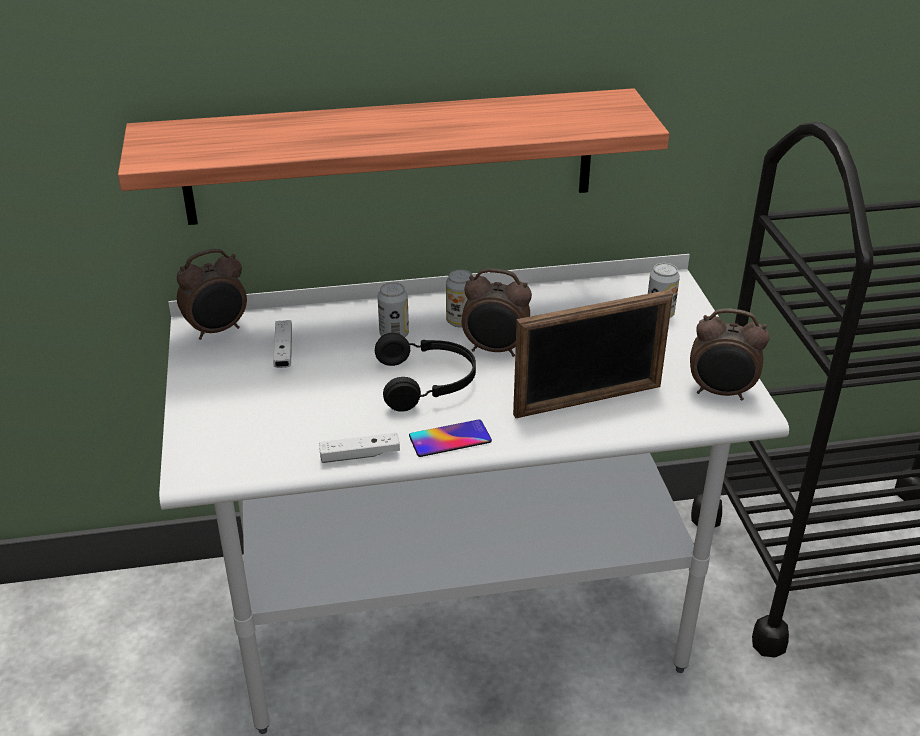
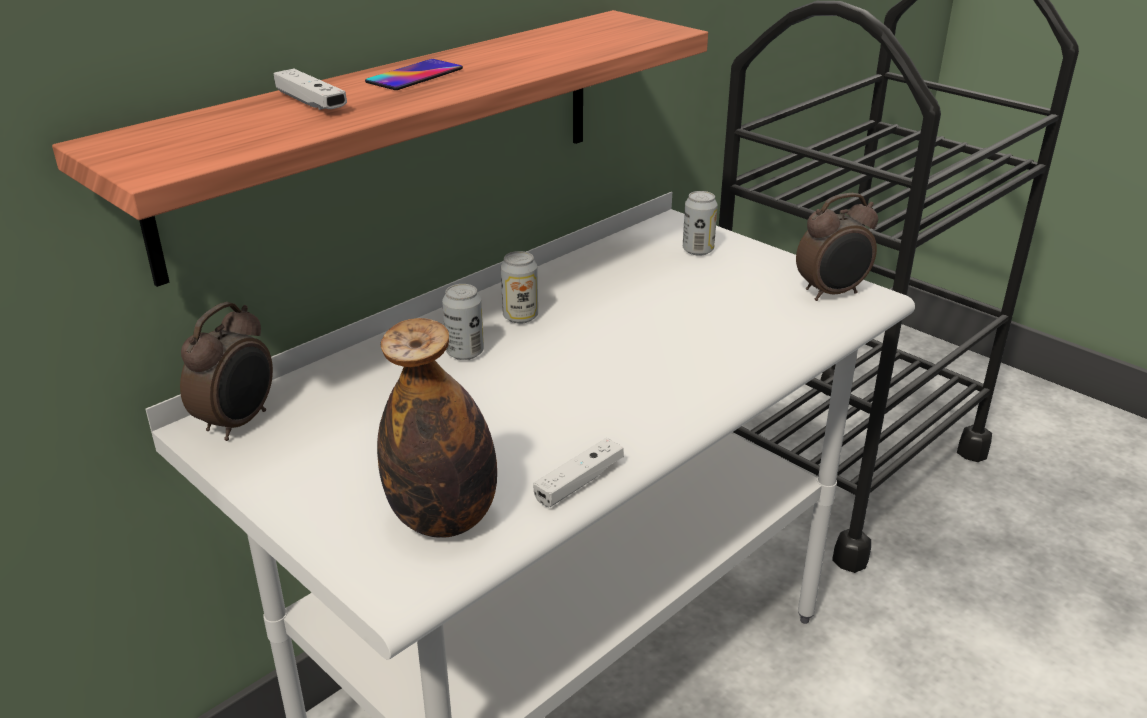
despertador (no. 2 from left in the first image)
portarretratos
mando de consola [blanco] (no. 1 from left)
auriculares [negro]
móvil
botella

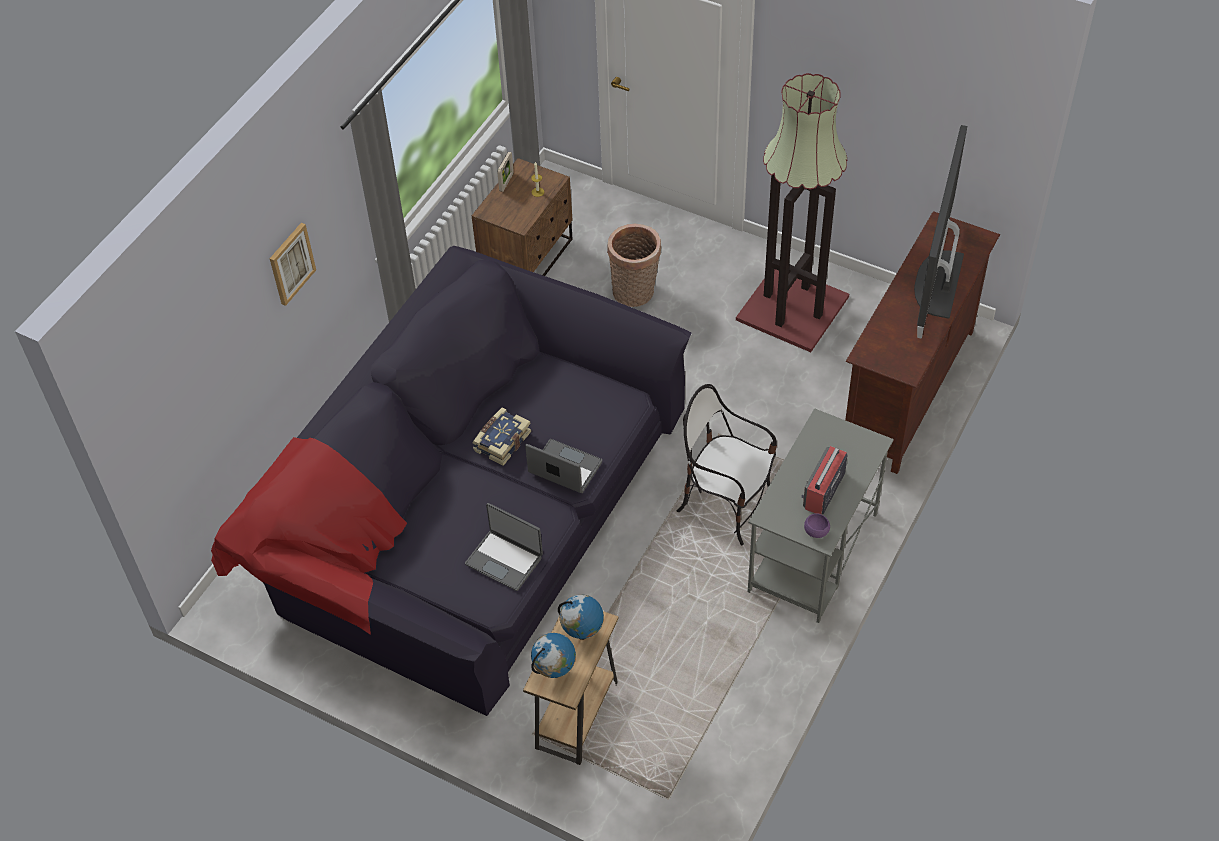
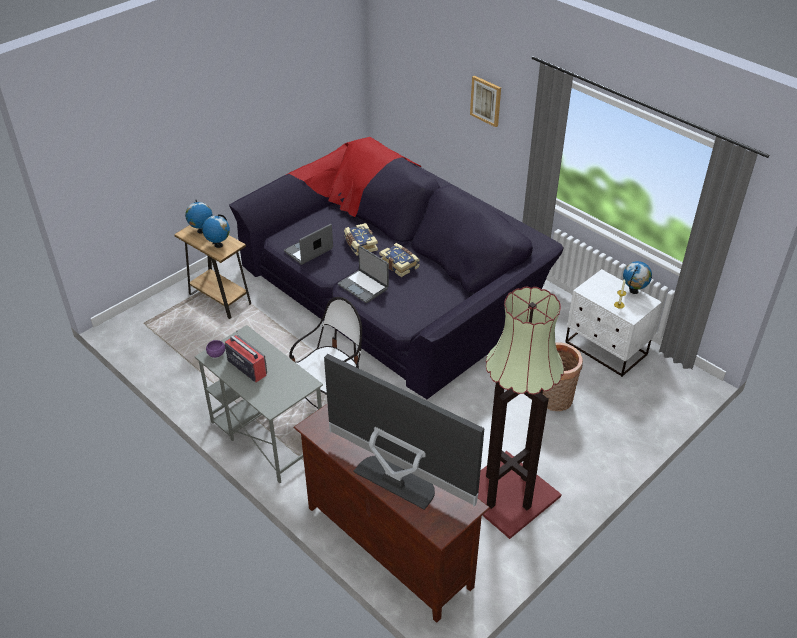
globo terráqueo (no. 3 from left)
mesita de noche [blanco]
portátil (no. 2 from left)
libro (no. 1 from left)

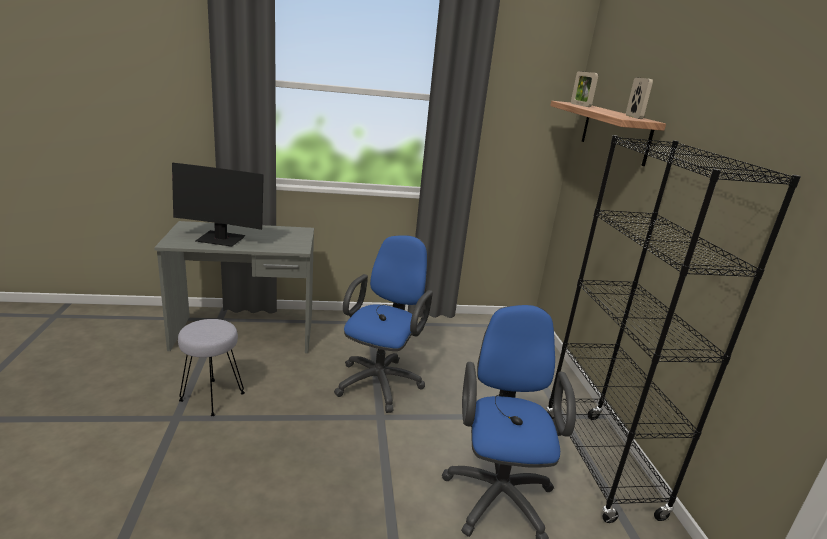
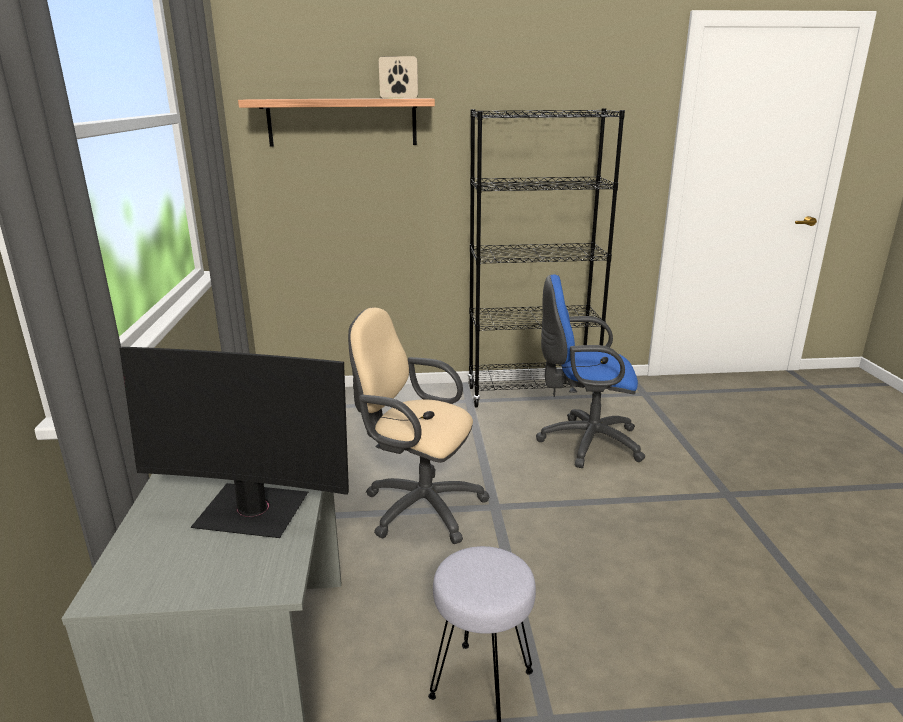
portarretratos (no. 1 from left in the first image)
monitor
silla de oficina [beis]

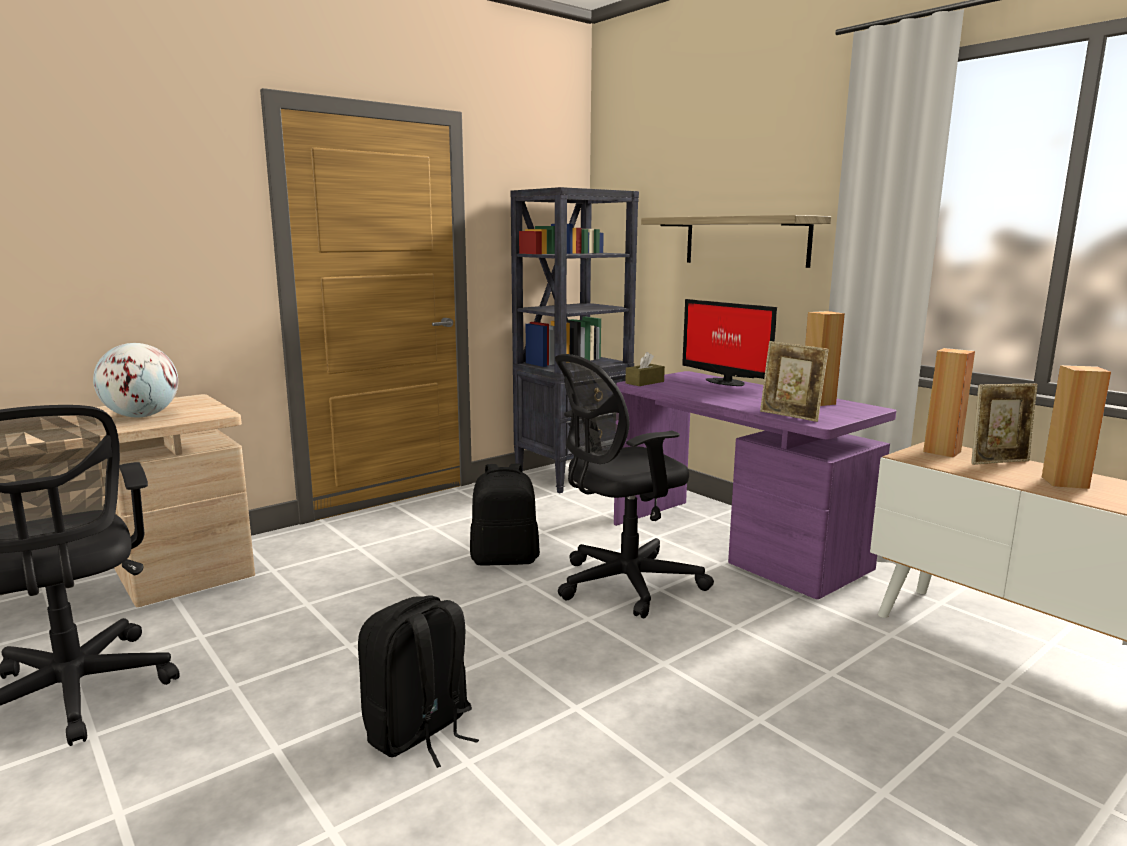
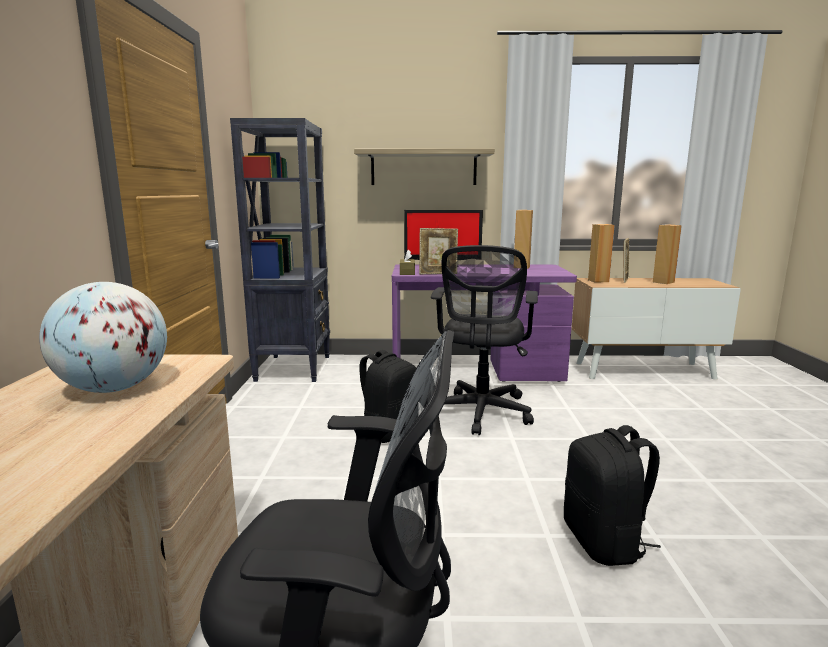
portarretratos (no. 1 from left)

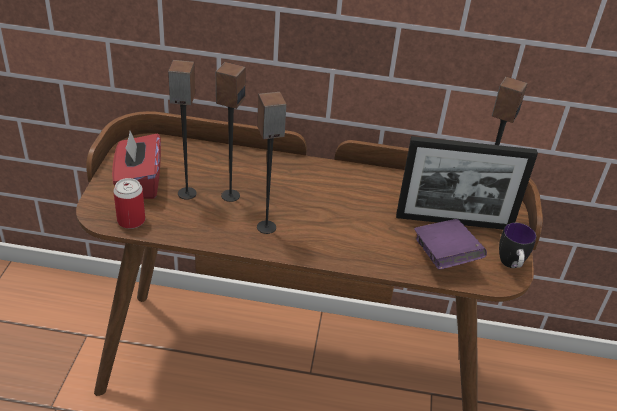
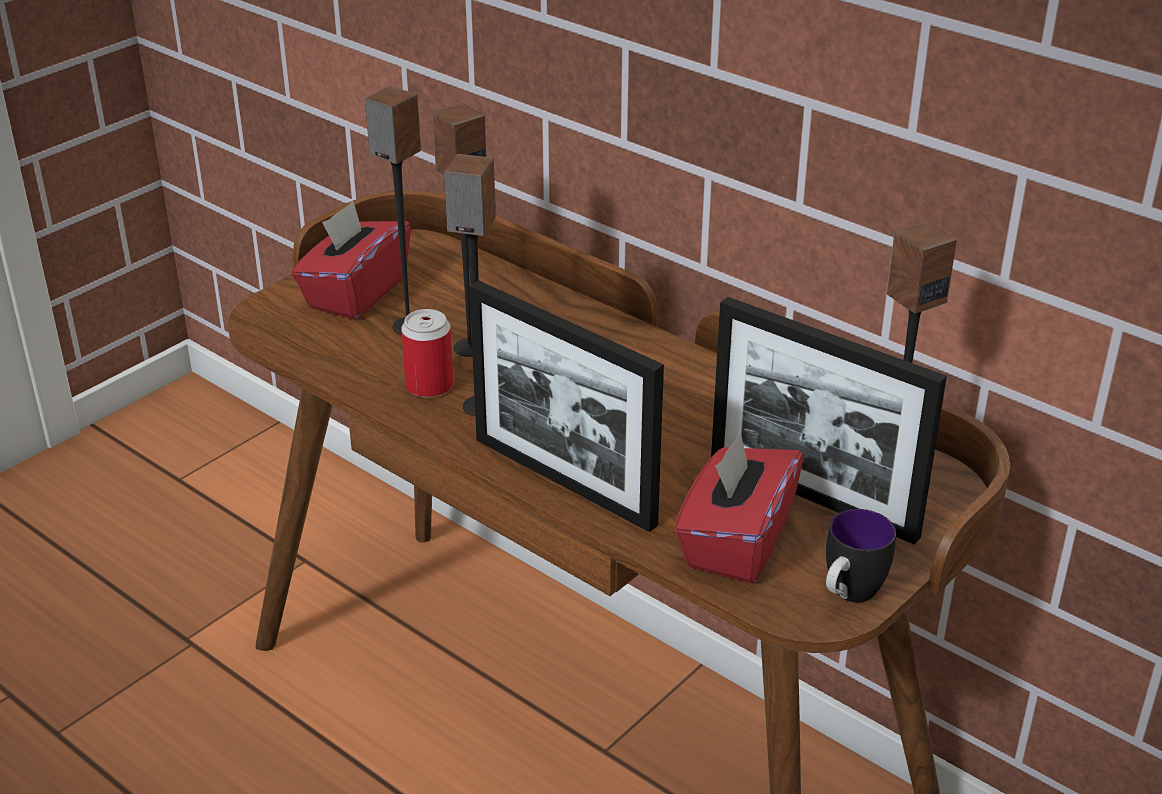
lata
caja de pañuelos [rojo] (no. 2 from left)
portarretratos (no. 1 from left)

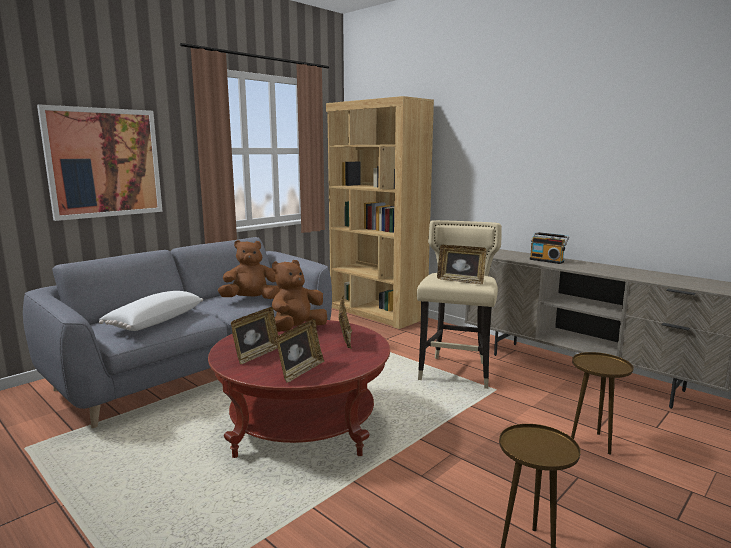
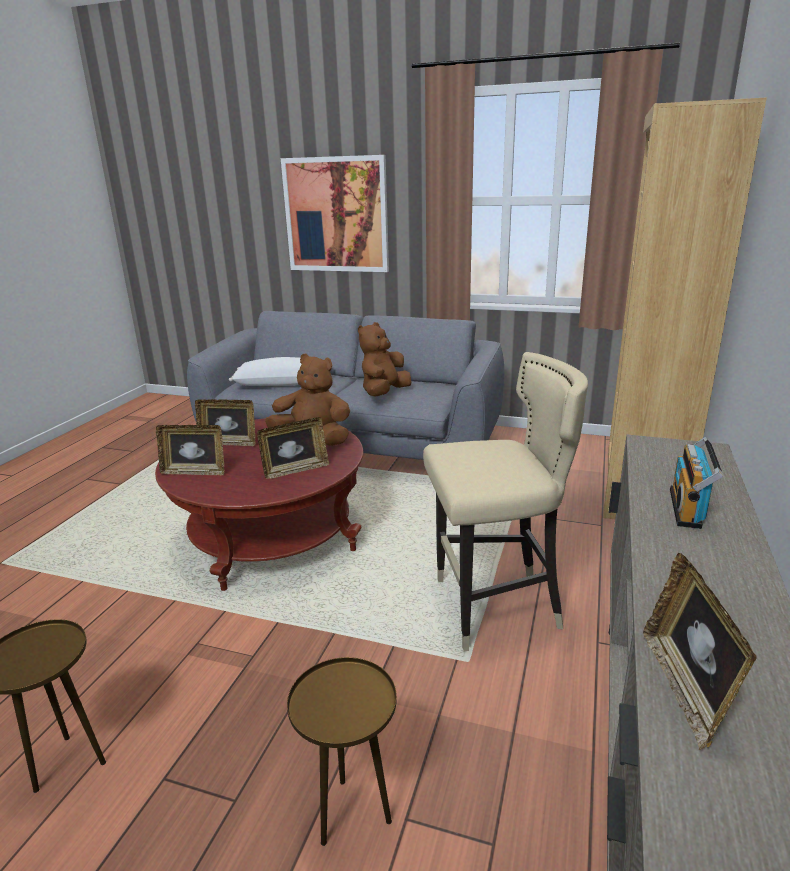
peluche [marrón] (no. 2 from left)
portarretratos (no. 4 from left)

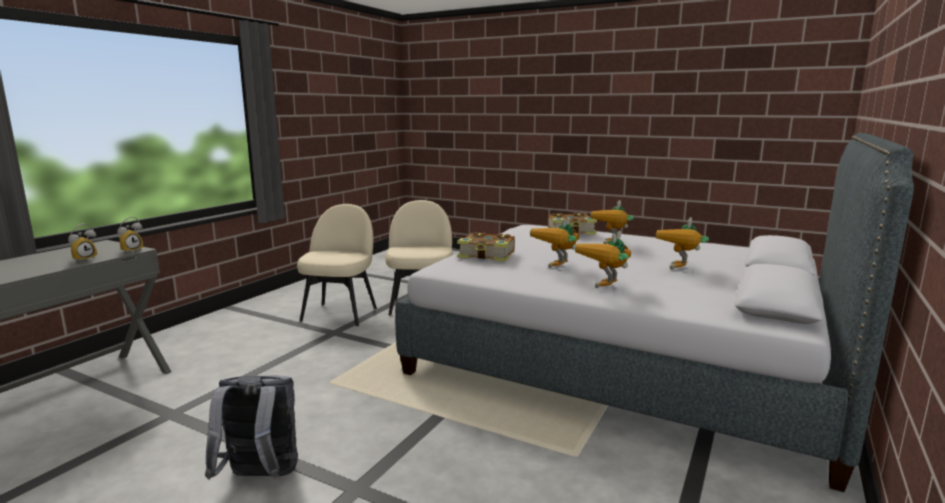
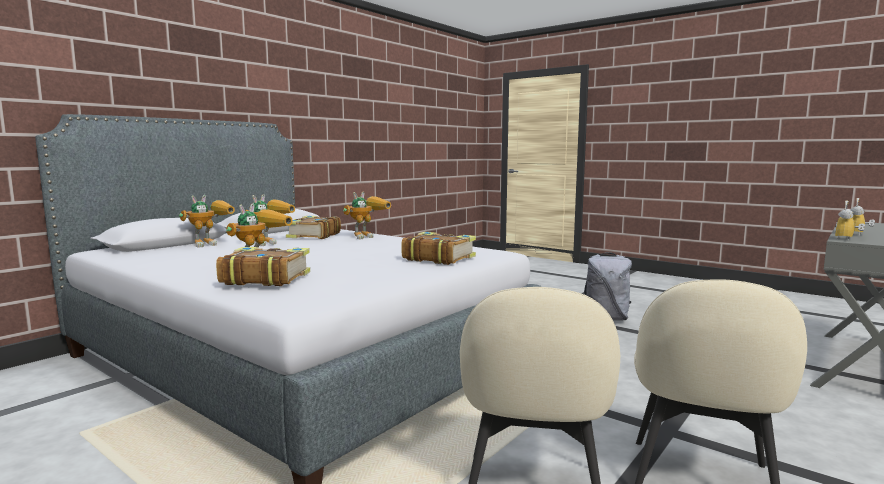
robot de juguete (no. 1 from left)
libro (no. 2 from left)

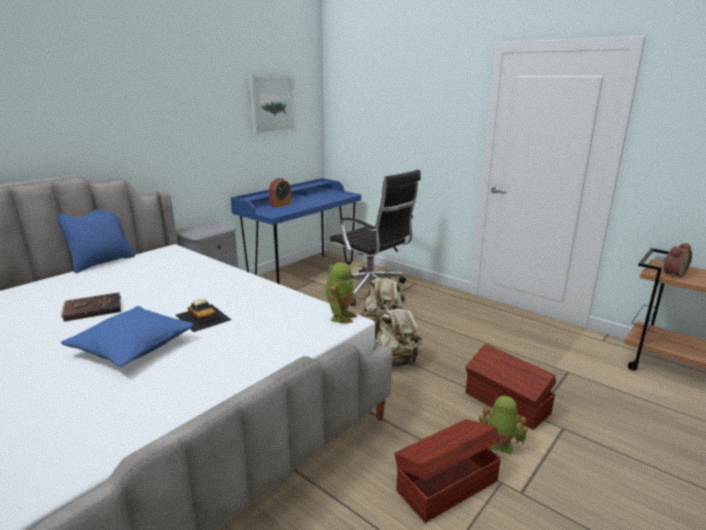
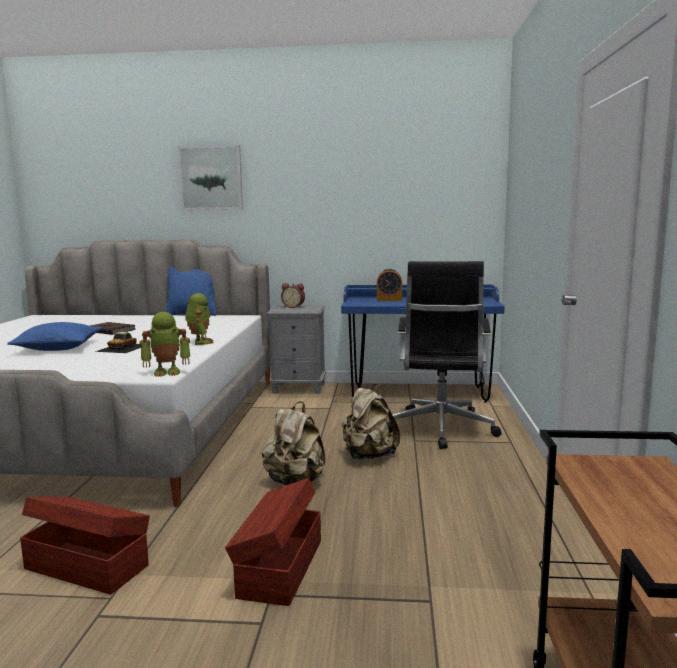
cuadro
despertador (no. 1 from left)
robot de juguete (no. 2 from left)

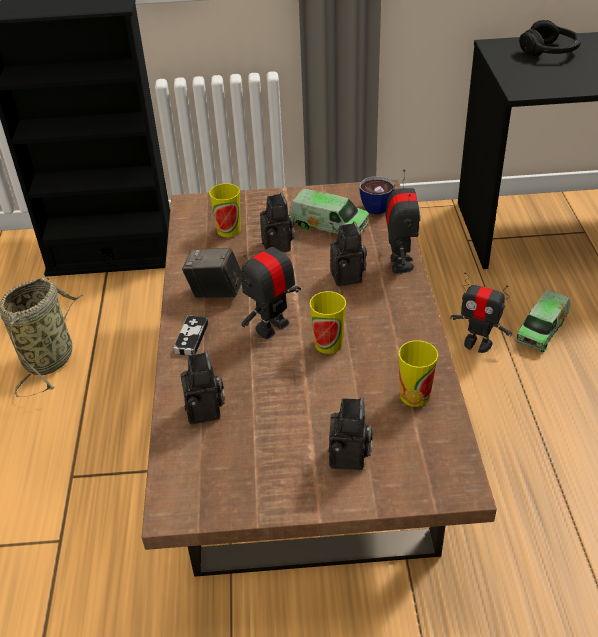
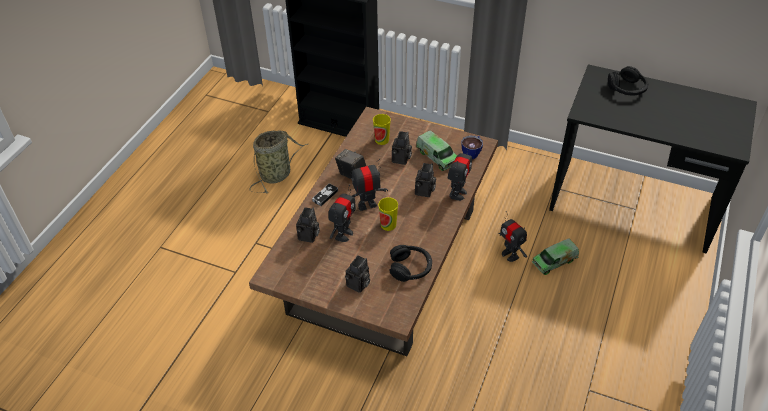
auriculares [negro] (no. 1 from left)
robot de juguete (no. 1 from left)

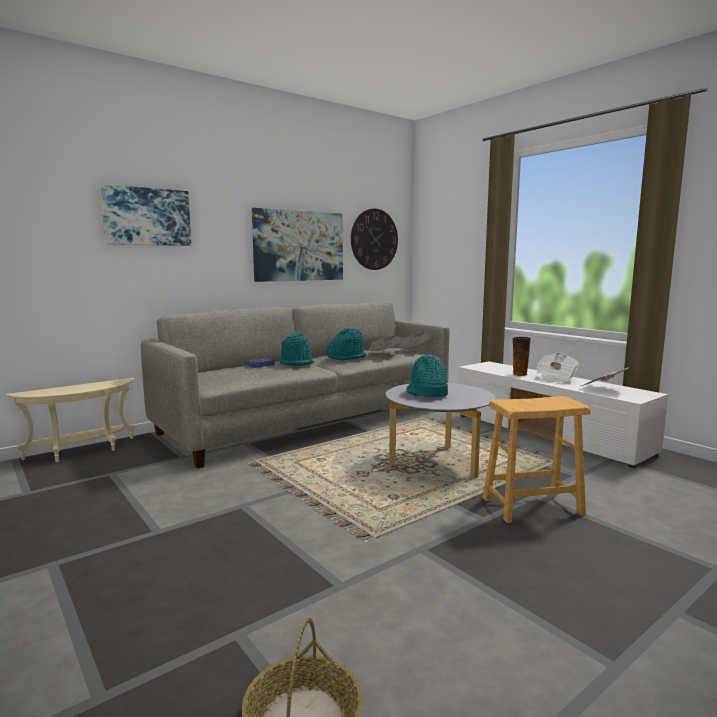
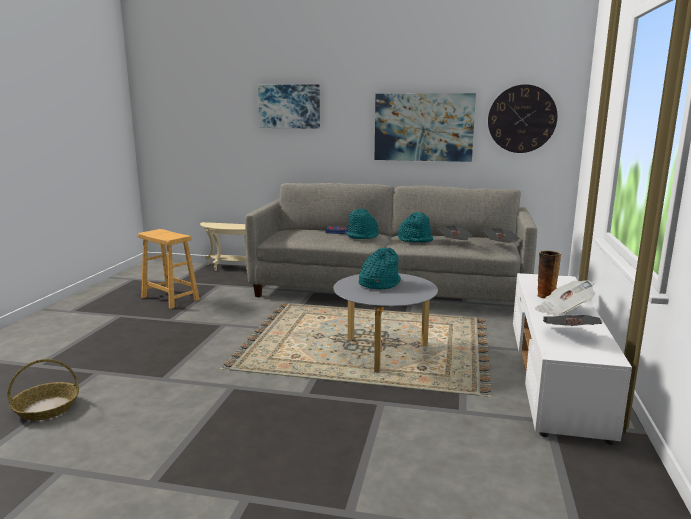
taburete [marrón]

